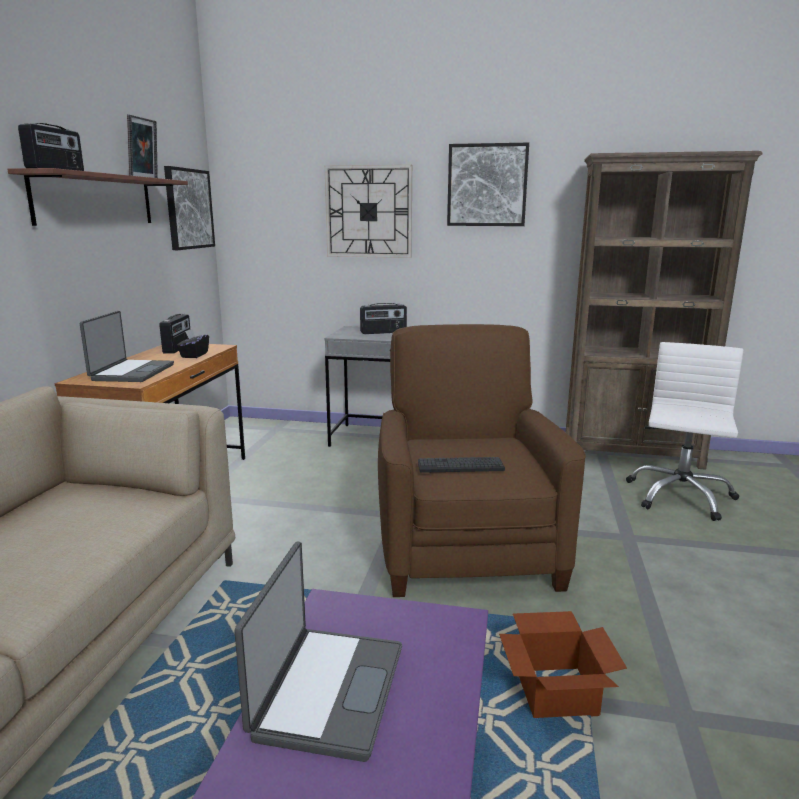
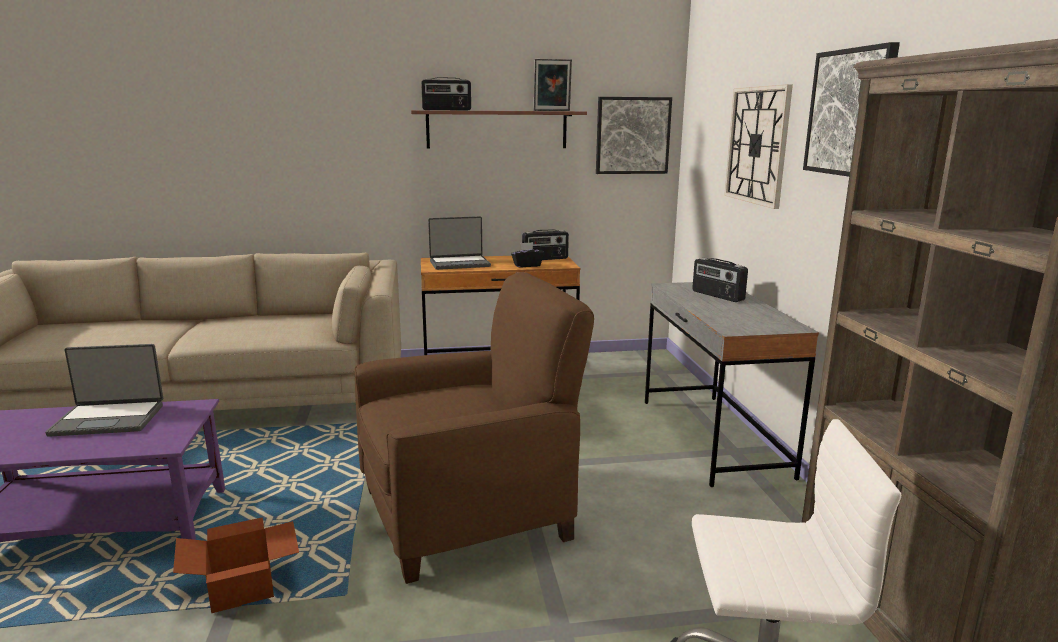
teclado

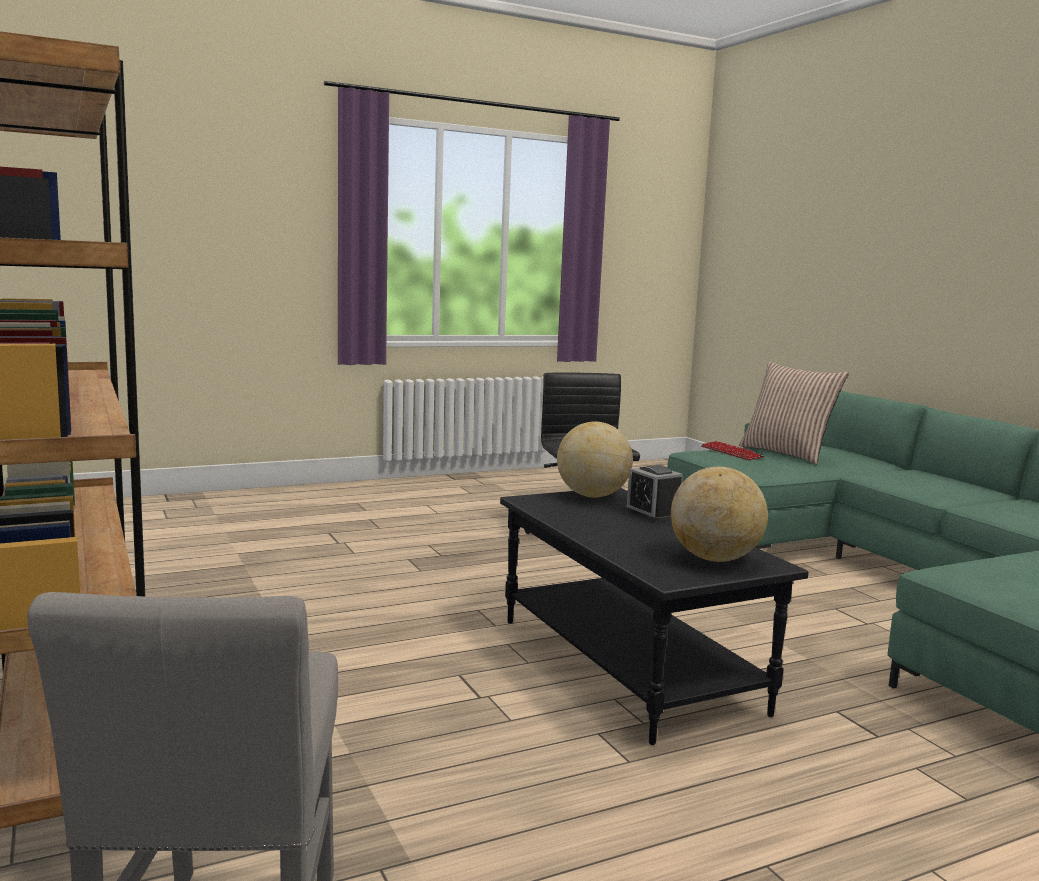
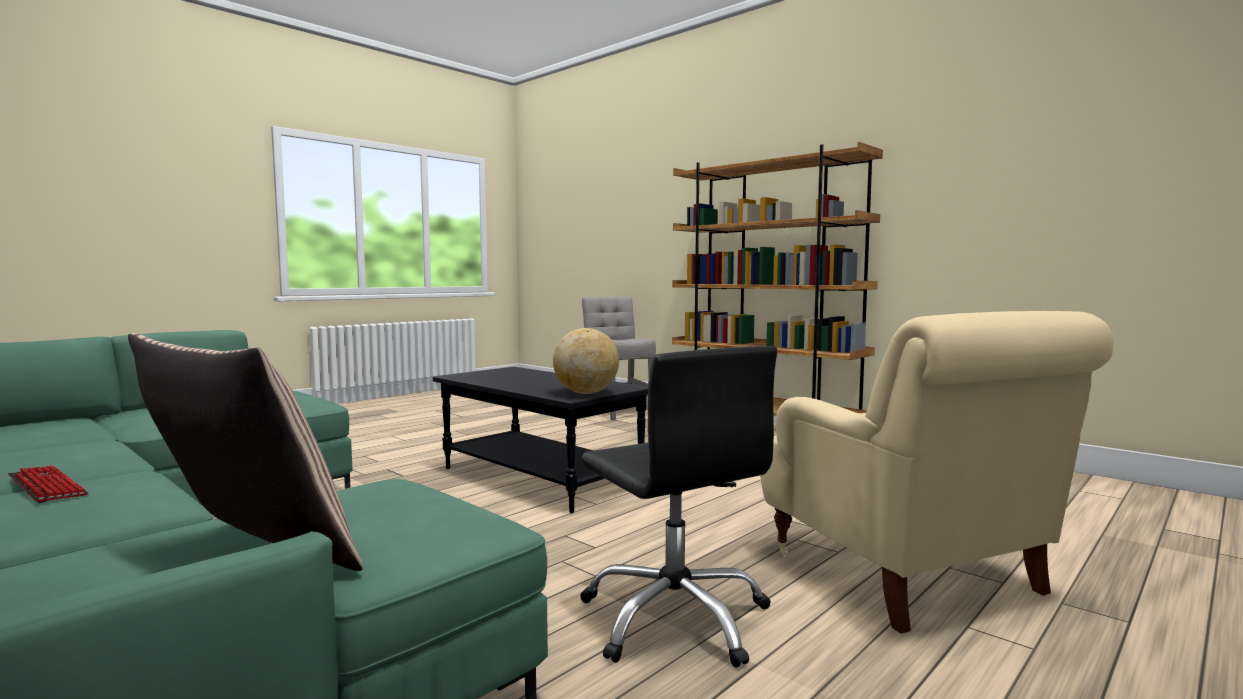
teclado
despertador
globo terráqueo (no. 2 from left in the first image)
sillón [beis]

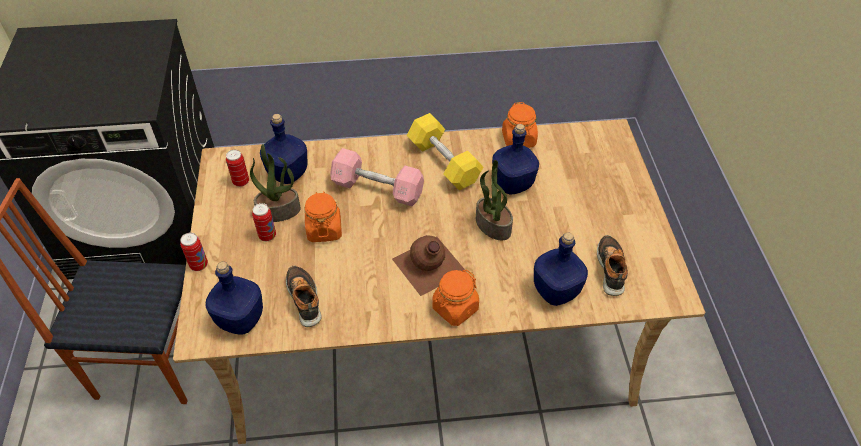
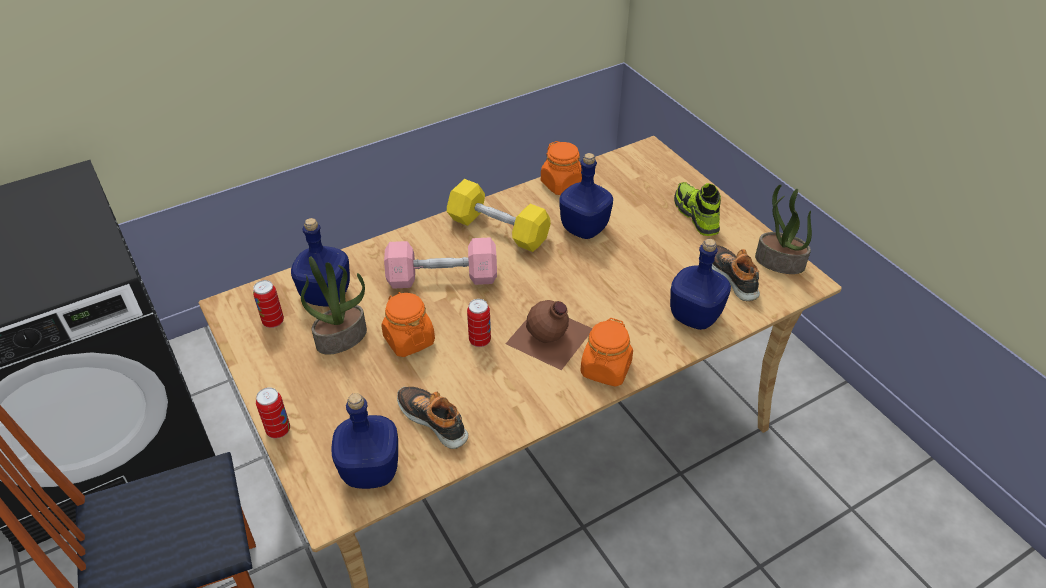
planta en maceta (no. 2 from left)
lata (no. 3 from left)
zapato (no. 2 from left)

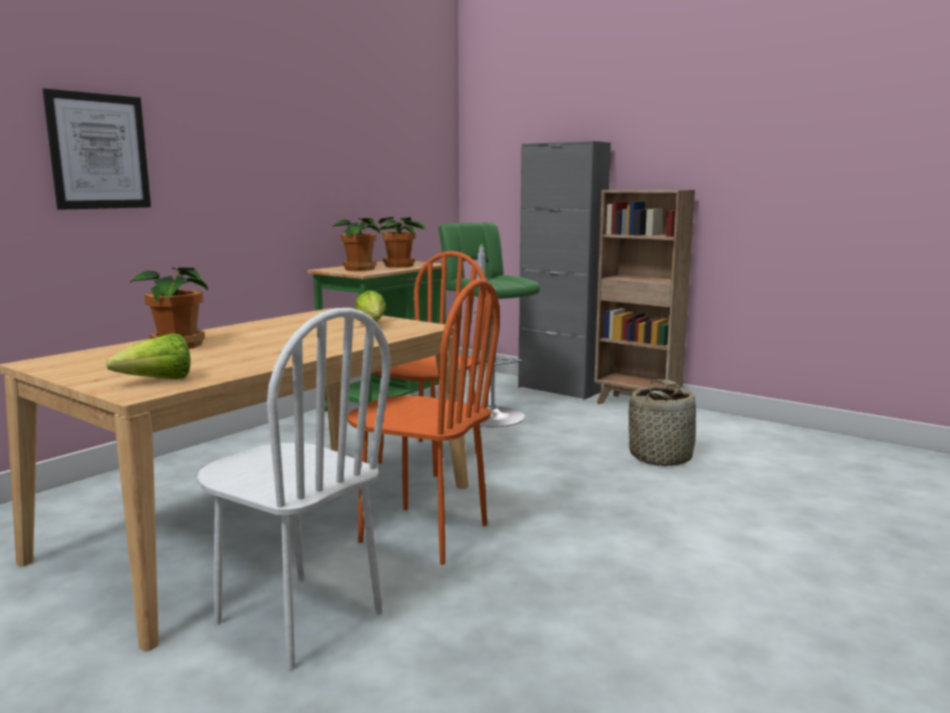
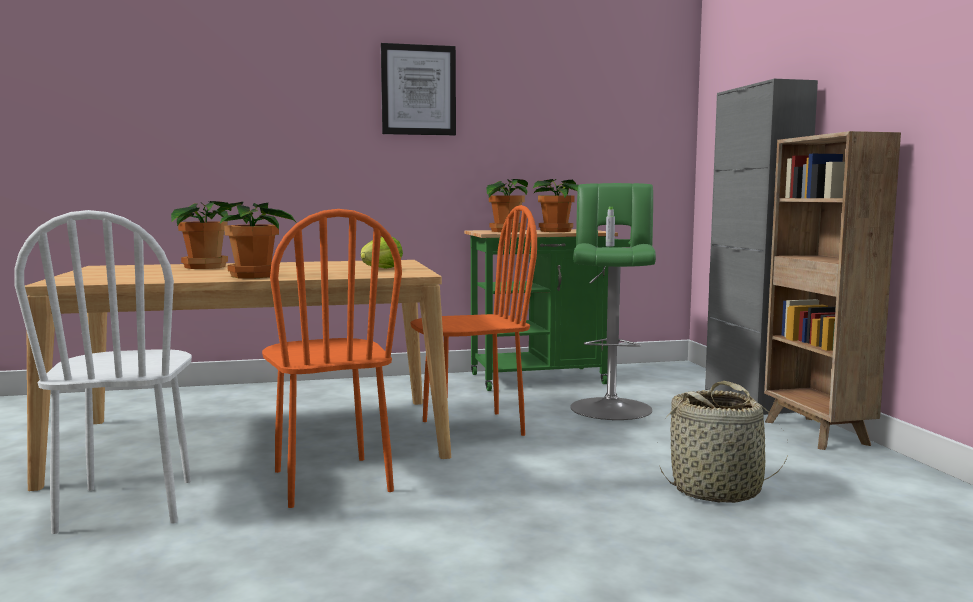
cuadro
lechuga (no. 1 from left in the first image)
planta en maceta (no. 2 from left)

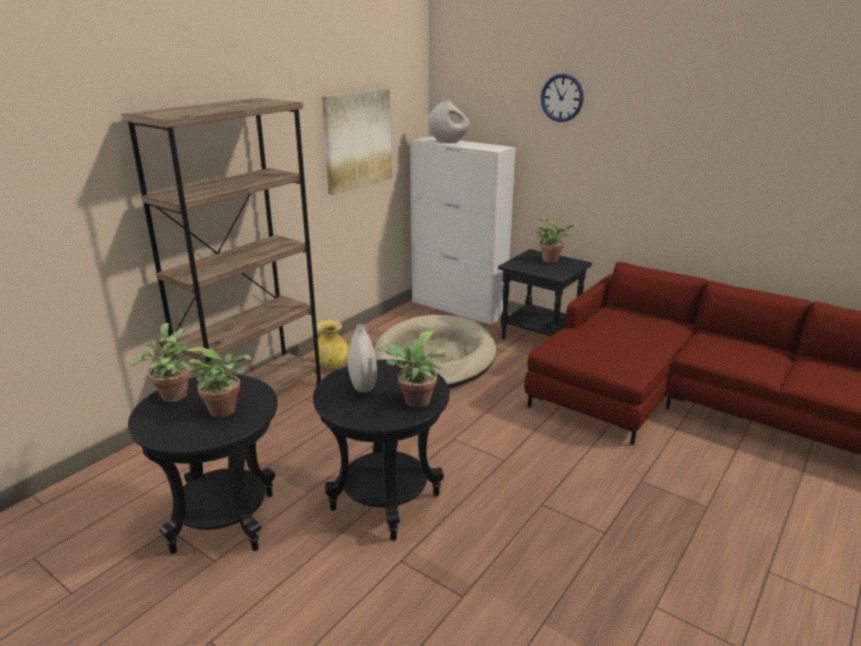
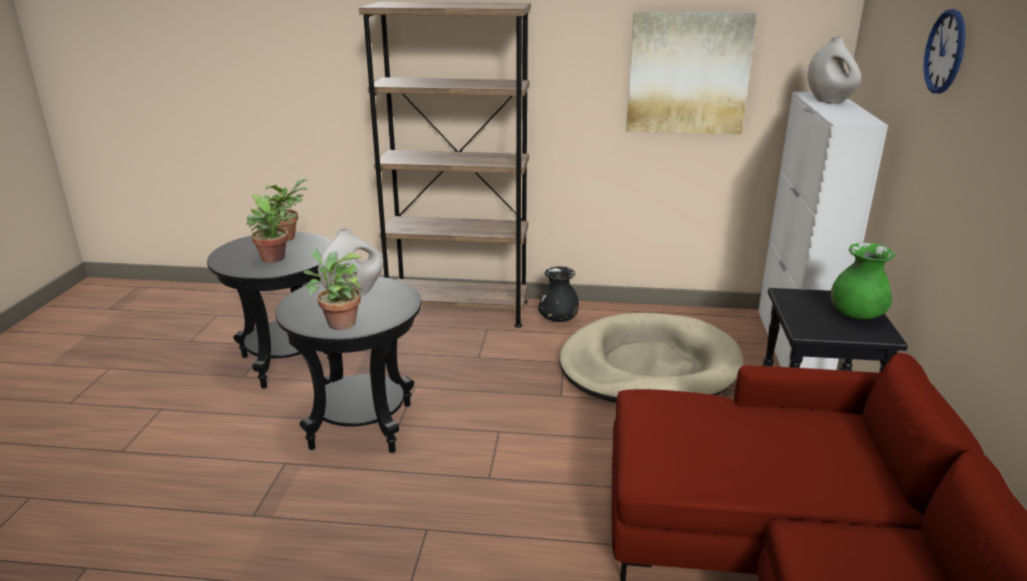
florero [verde]
florero [negro]

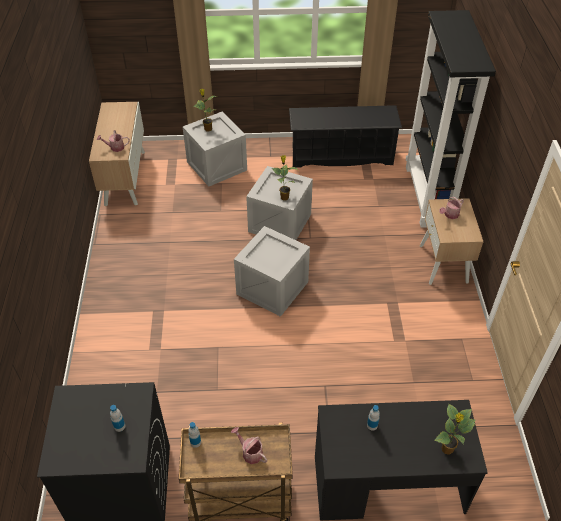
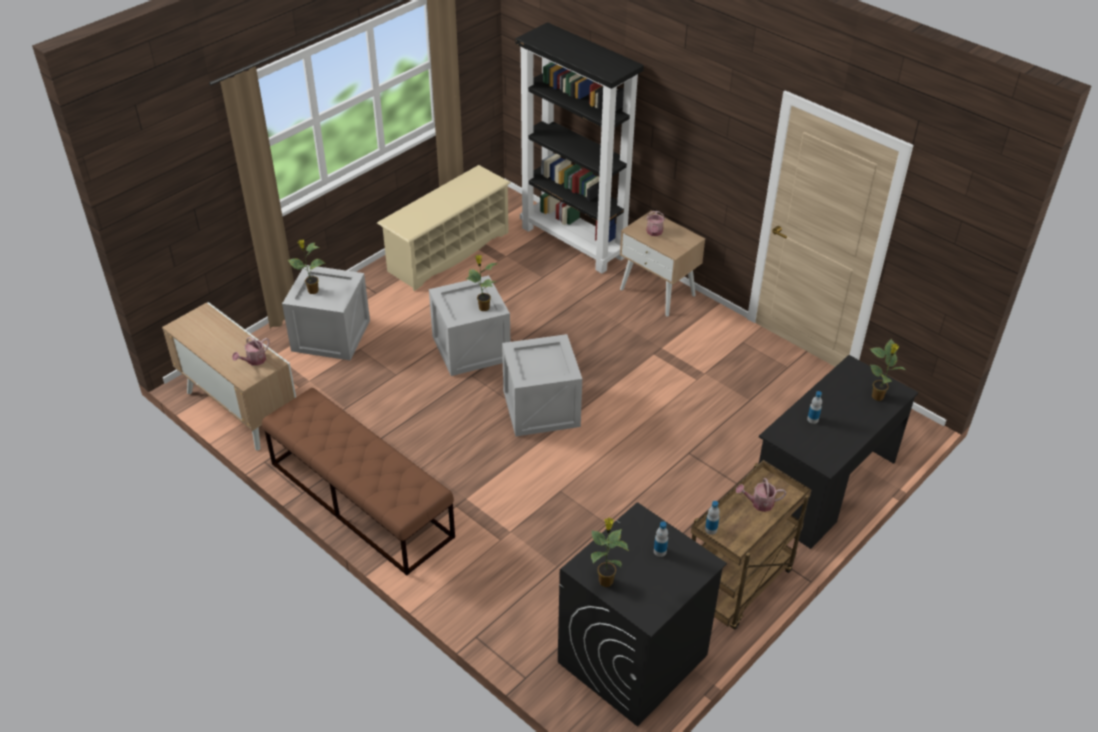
zapatero [beis]
banco [marrón]
planta en maceta (no. 3 from left)

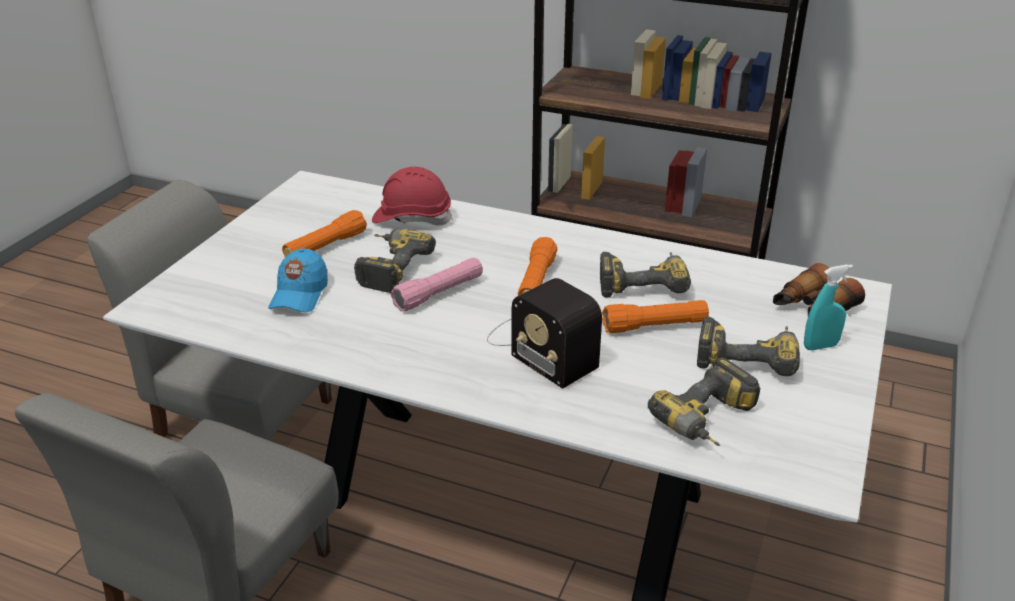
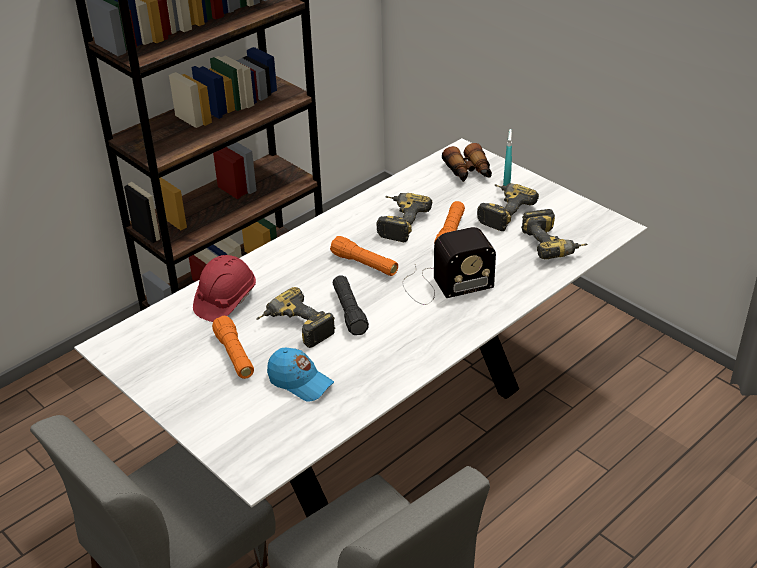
linterna [negro]

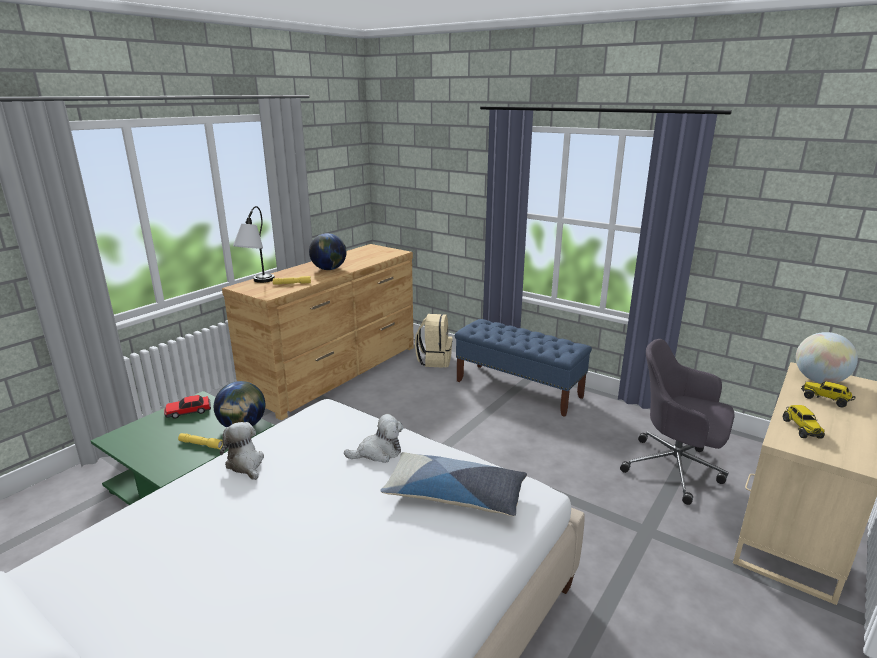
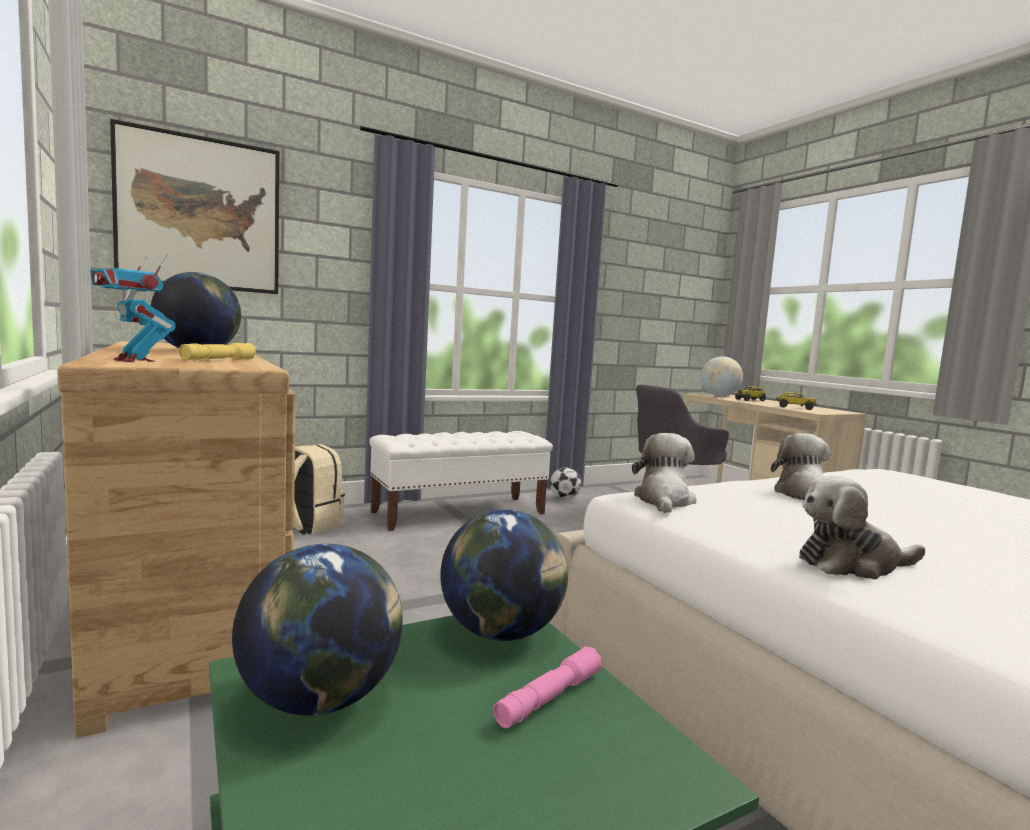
robot de juguete
banco [blanco]
globo terráqueo (no. 2 from left)
linterna [rosa]
cojín
cuadro
peluche (no. 1 from left)
balón de fútbol

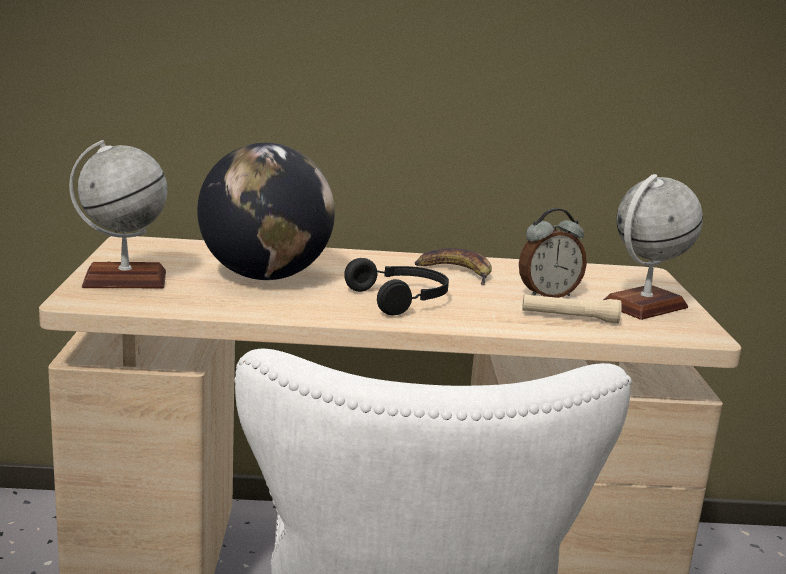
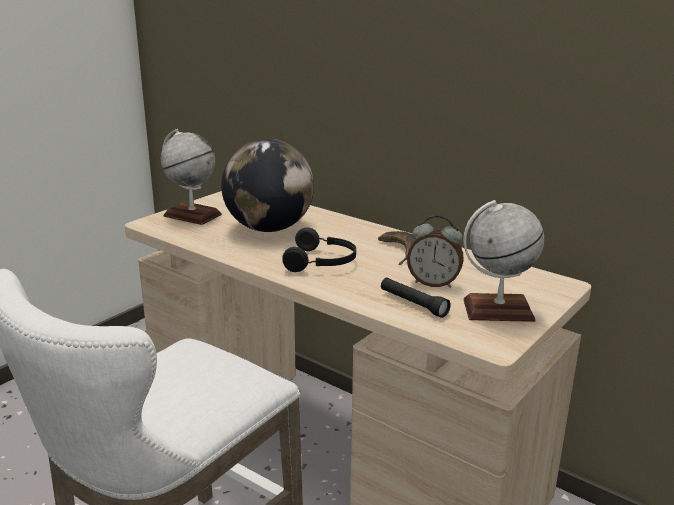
linterna [negro]

